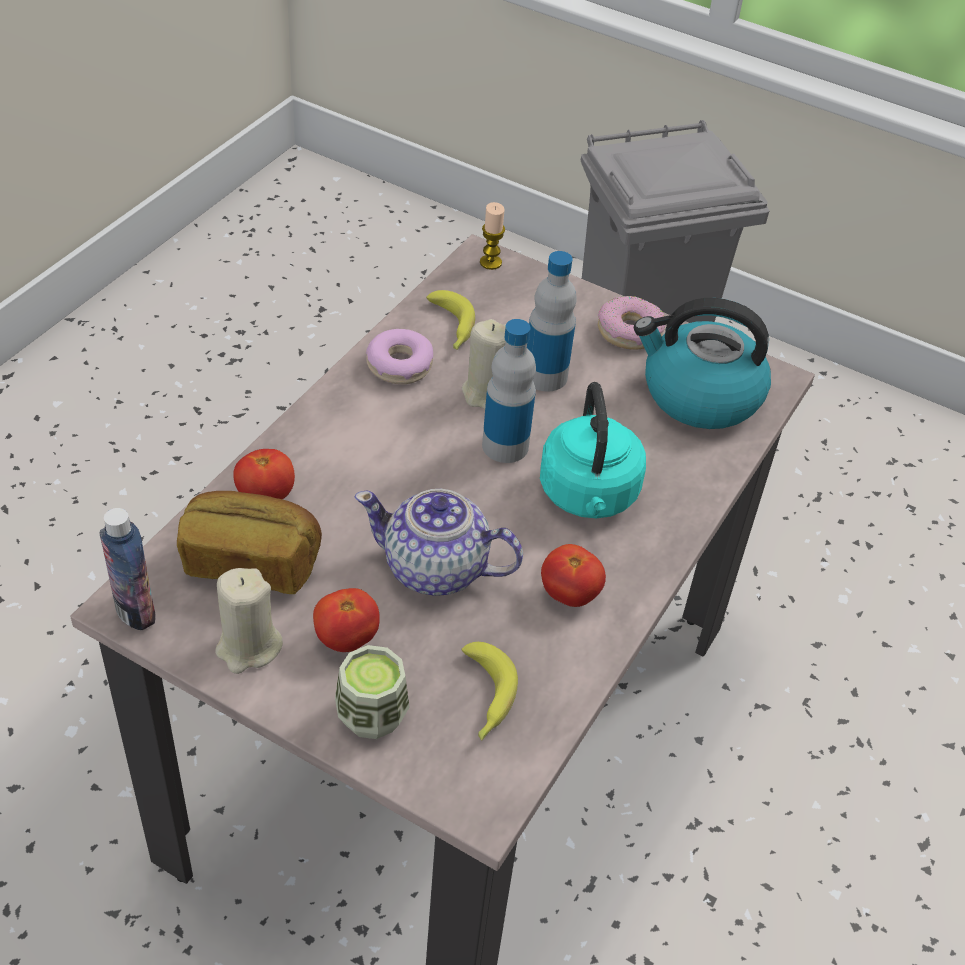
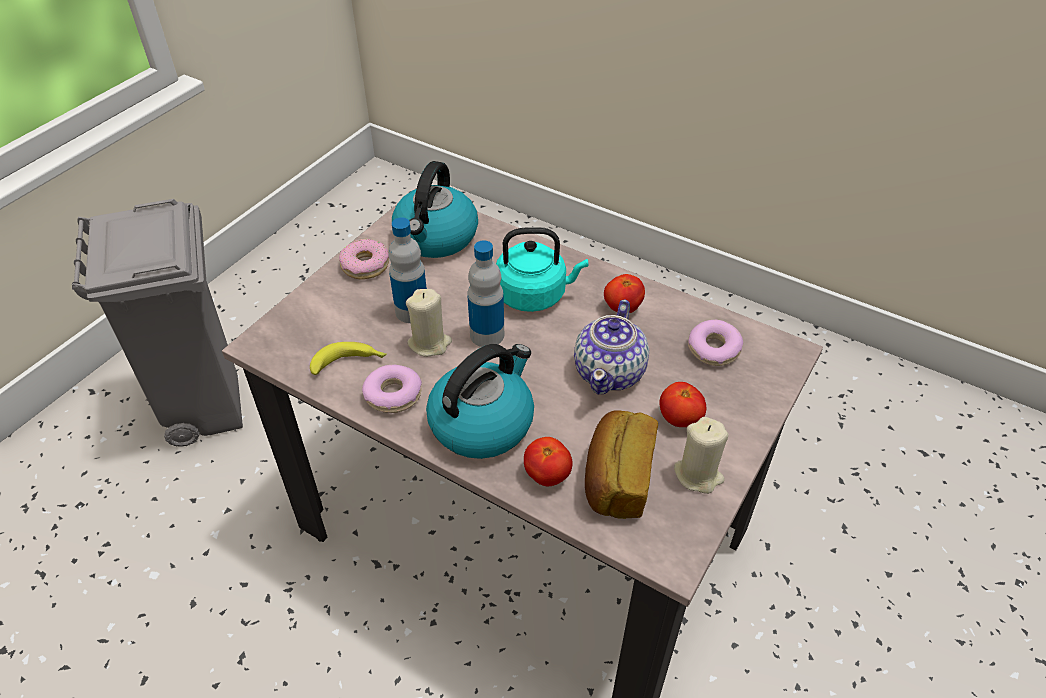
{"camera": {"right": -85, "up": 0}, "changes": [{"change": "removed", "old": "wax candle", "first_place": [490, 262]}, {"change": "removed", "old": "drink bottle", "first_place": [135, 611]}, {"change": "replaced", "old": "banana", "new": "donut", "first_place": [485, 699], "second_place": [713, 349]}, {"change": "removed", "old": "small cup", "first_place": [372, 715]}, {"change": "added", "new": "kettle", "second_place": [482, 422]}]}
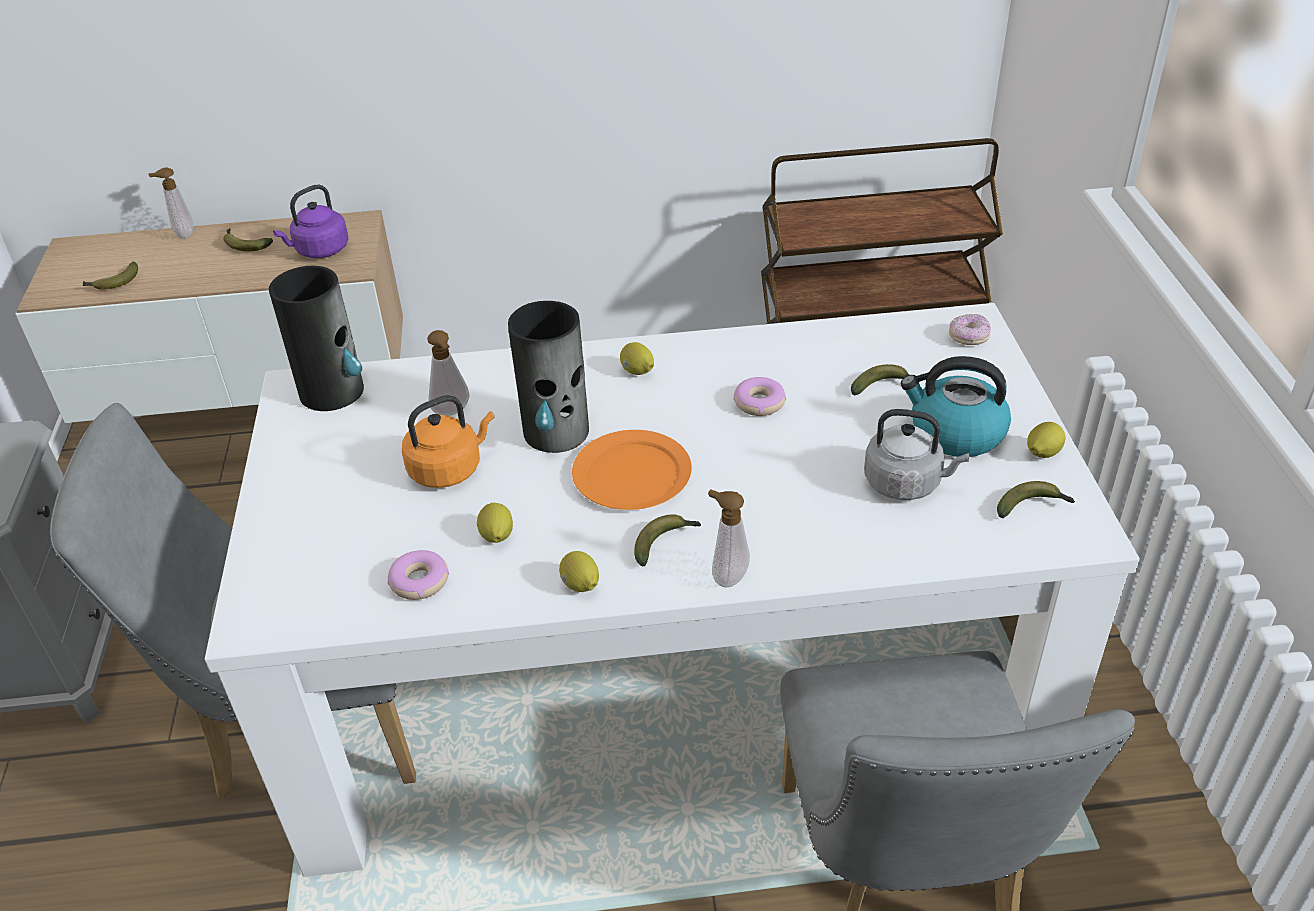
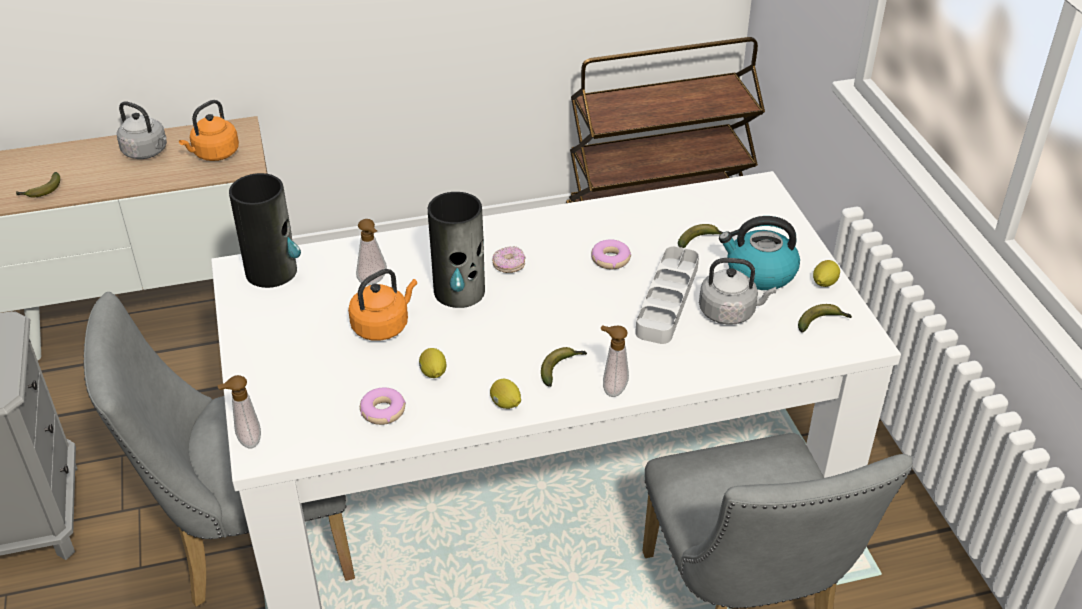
{"camera": {"right": -10, "up": 0}, "changes": [{"change": "moved", "old": "soap dispenser", "first_place": [182, 235], "second_place": [247, 441]}, {"change": "recoloured", "old": "kettle in purple-coloured", "new": "kettle in orangey", "first_place": [319, 251], "second_place": [214, 154]}, {"change": "replaced", "old": "banana", "new": "kettle in gray", "first_place": [245, 245], "second_place": [147, 152]}, {"change": "moved", "old": "donut", "first_place": [968, 338], "second_place": [509, 266]}, {"change": "removed", "old": "lemon", "first_place": [637, 372]}, {"change": "removed", "old": "dinner plate in orangey", "first_place": [632, 474]}, {"change": "added", "new": "tray in gray", "second_place": [667, 300]}]}
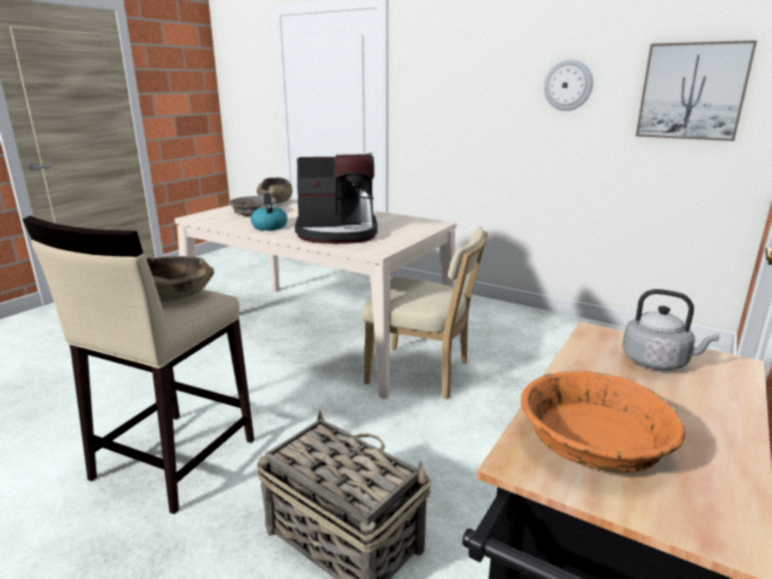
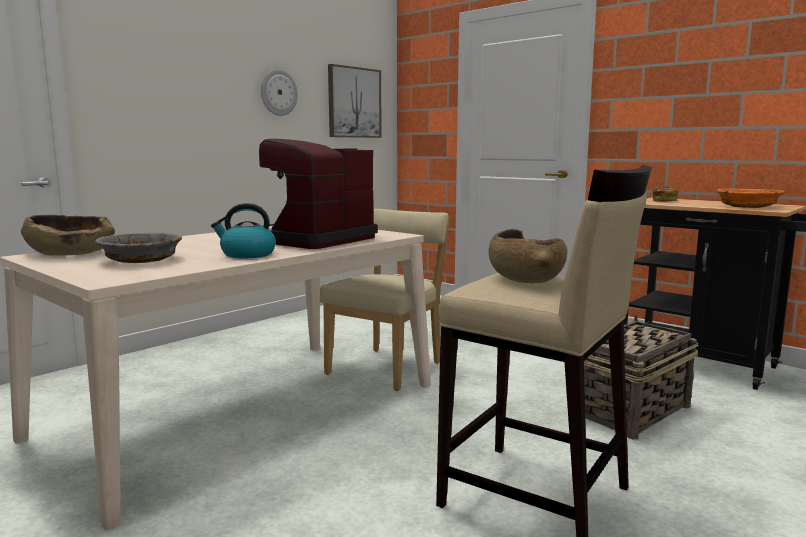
{"camera": {"right": -80, "up": -10}, "changes": [{"change": "turned", "old": "coffee maker", "first_place": [338, 233], "second_place": [315, 240], "degrees": -150}, {"change": "replaced", "old": "kettle in gray", "new": "bread", "first_place": [658, 362], "second_place": [664, 201]}]}
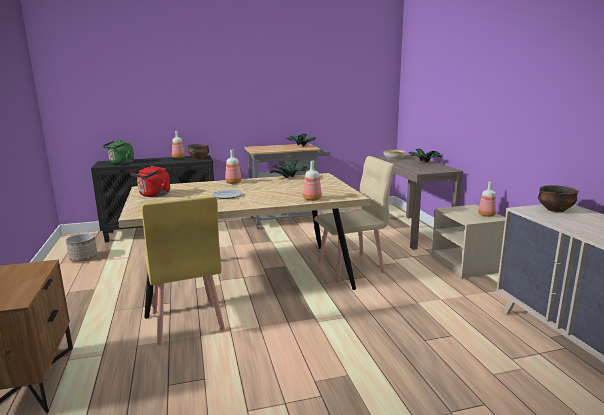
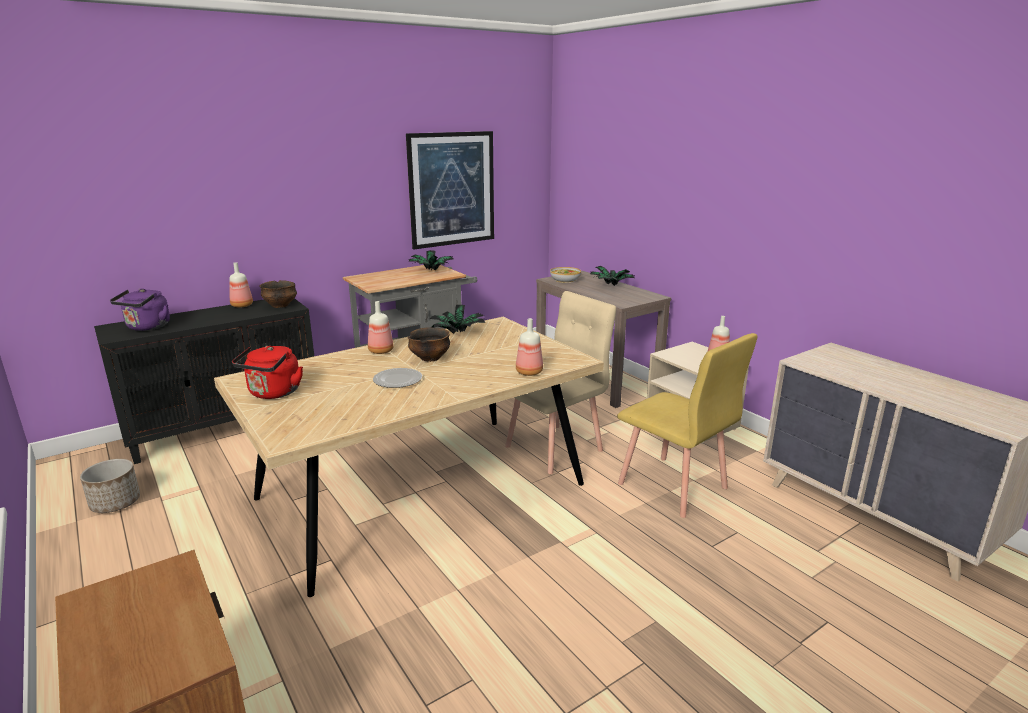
{"camera": {"right": -20, "up": 5}, "changes": [{"change": "recoloured", "old": "kettle in greenish", "new": "kettle in purple-coloured", "first_place": [120, 163], "second_place": [147, 327]}, {"change": "moved", "old": "deep dish", "first_place": [555, 210], "second_place": [430, 358]}, {"change": "moved", "old": "chair in yellow", "first_place": [186, 321], "second_place": [672, 486]}, {"change": "added", "new": "picture", "second_place": [452, 189]}]}
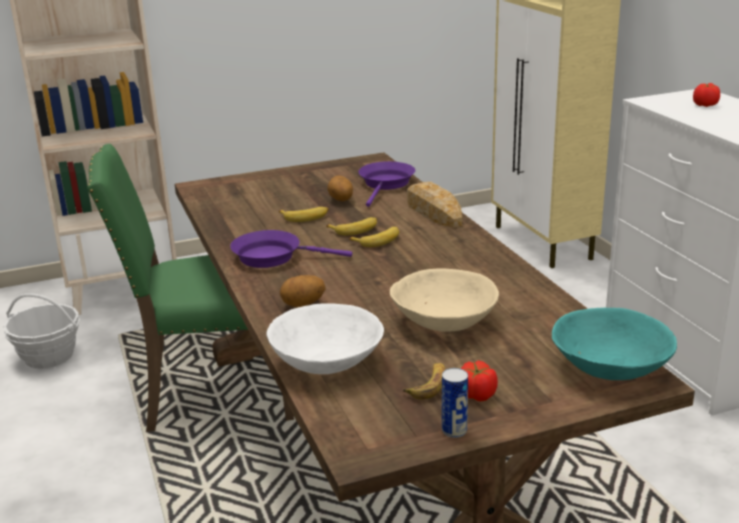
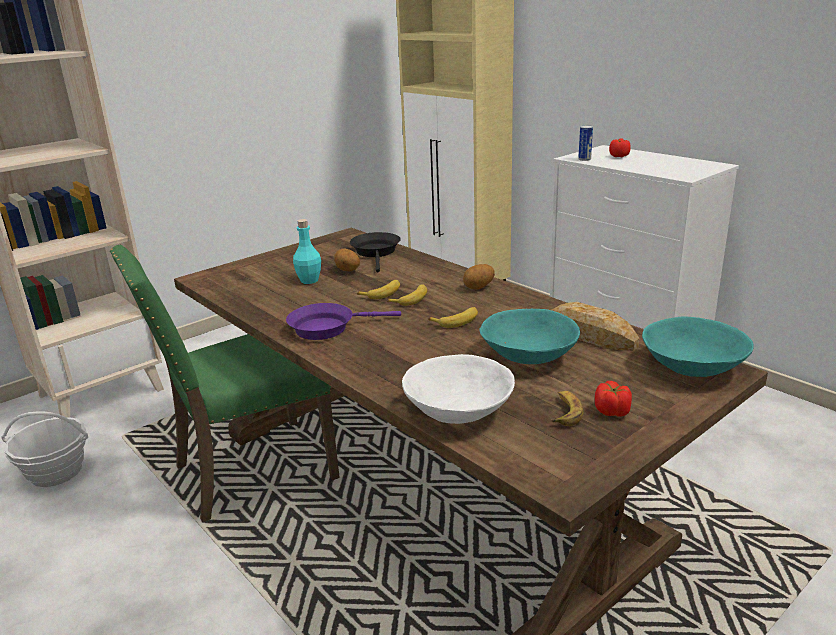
{"camera": {"right": -20, "up": 0}, "changes": [{"change": "recoloured", "old": "frying pan in purple-coloured", "new": "frying pan in black-coloured", "first_place": [386, 184], "second_place": [376, 252]}, {"change": "moved", "old": "bread", "first_place": [433, 212], "second_place": [589, 335]}, {"change": "moved", "old": "banana", "first_place": [305, 217], "second_place": [457, 321]}, {"change": "recoloured", "old": "deep dish in beige-coloured", "new": "deep dish in turquoise", "first_place": [443, 321], "second_place": [528, 356]}, {"change": "moved", "old": "whole potato", "first_place": [303, 305], "second_place": [479, 287]}, {"change": "moved", "old": "sealed can", "first_place": [454, 431], "second_place": [584, 159]}, {"change": "added", "new": "drink bottle in turquoise", "second_place": [309, 280]}]}
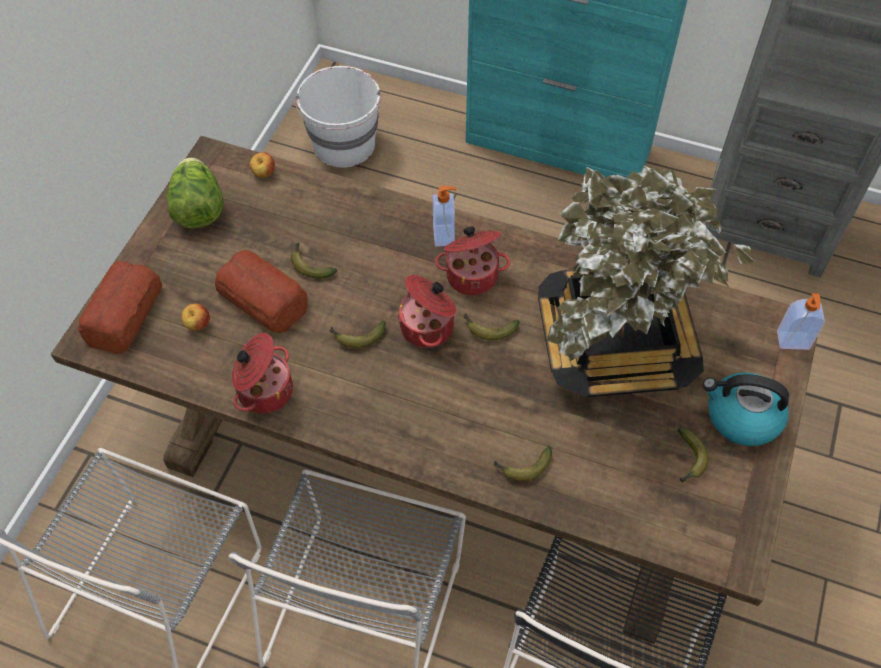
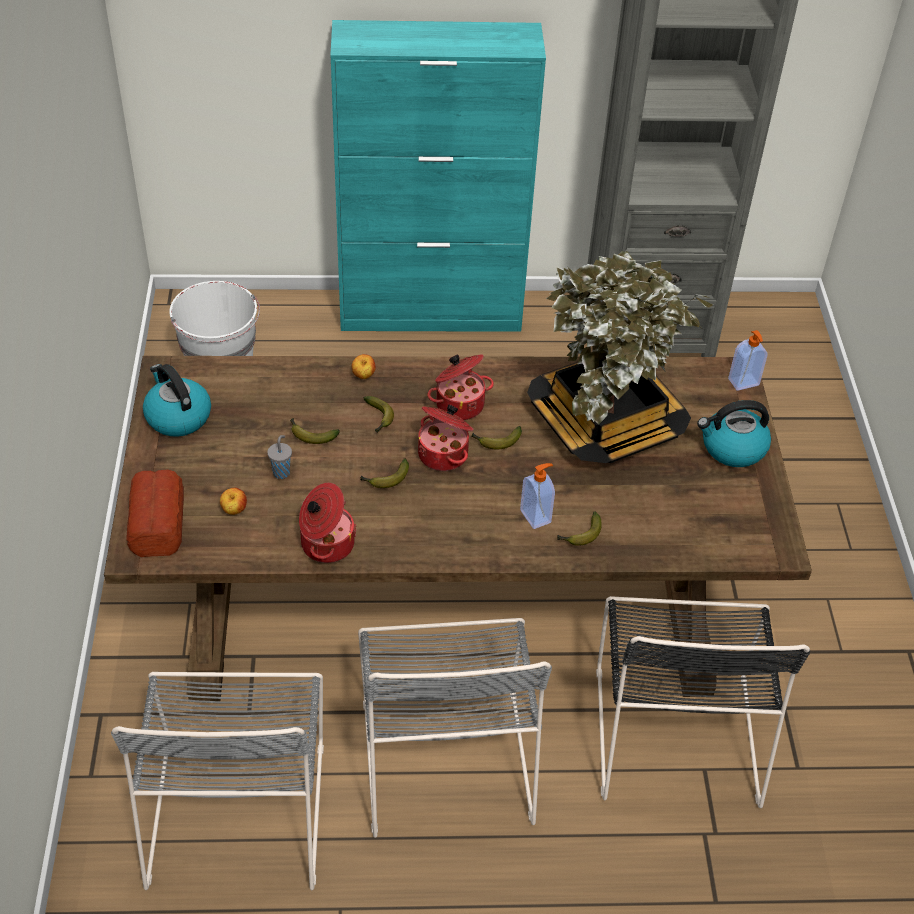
{"camera": {"right": -25, "up": -10}, "changes": [{"change": "moved", "old": "apple fruit", "first_place": [264, 174], "second_place": [363, 376]}, {"change": "replaced", "old": "lettuce head", "new": "kettle", "first_place": [198, 208], "second_place": [177, 416]}, {"change": "moved", "old": "soap dispenser", "first_place": [444, 235], "second_place": [536, 516]}, {"change": "replaced", "old": "bread", "new": "small cup in gray", "first_place": [262, 297], "second_place": [282, 472]}, {"change": "moved", "old": "banana", "first_place": [688, 460], "second_place": [378, 418]}]}
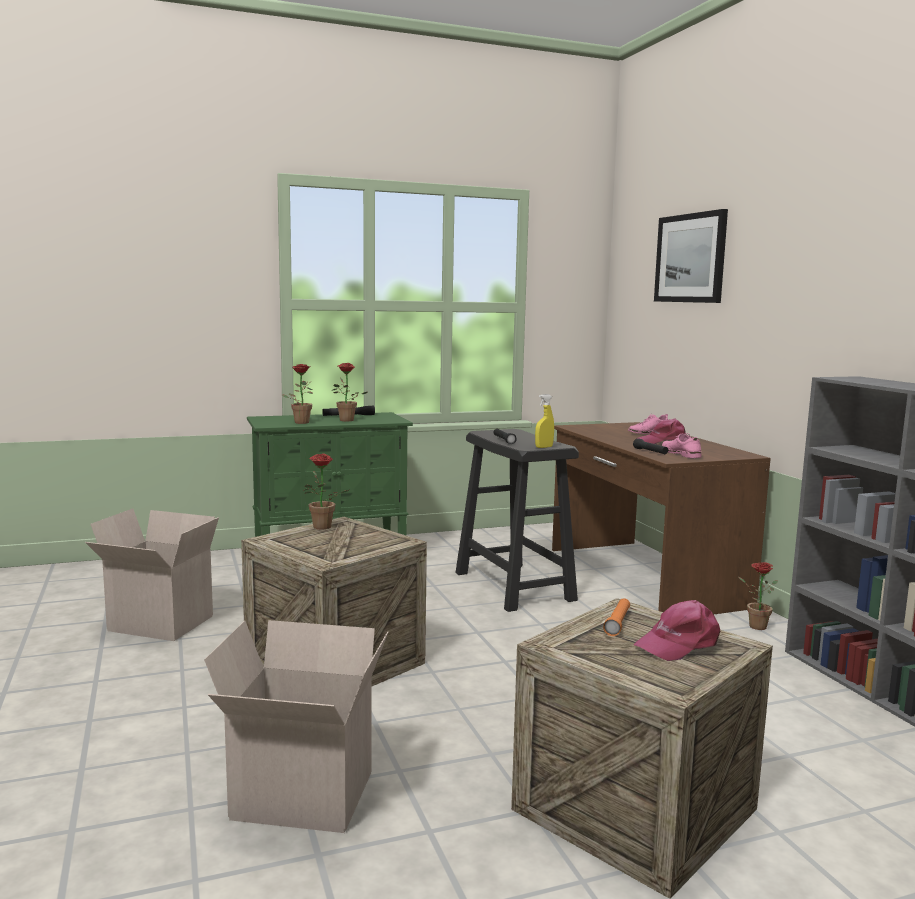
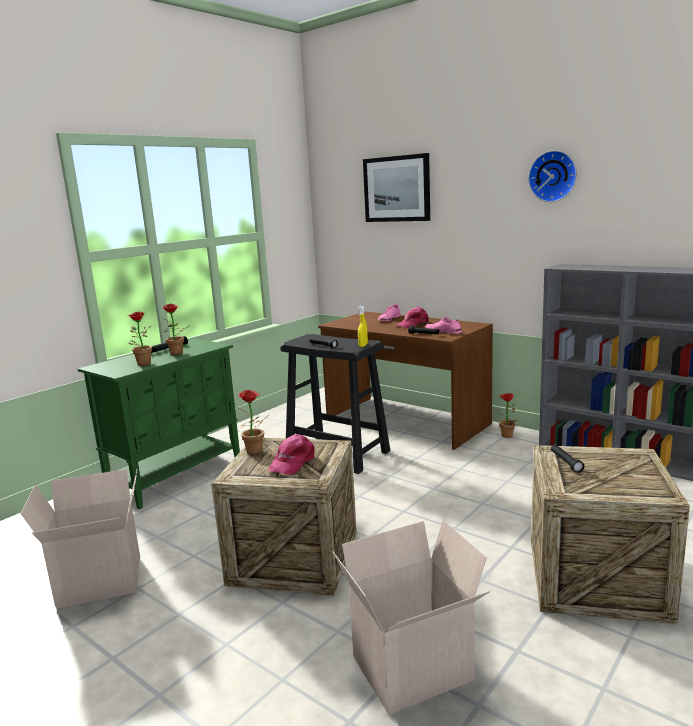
{"camera": {"right": -30, "up": 5}, "changes": [{"change": "recoloured", "old": "hand torch in orangey", "new": "hand torch in black-coloured", "first_place": [617, 623], "second_place": [565, 462]}, {"change": "moved", "old": "peaked cap in pink", "first_place": [679, 644], "second_place": [292, 462]}, {"change": "added", "new": "hanging clock", "second_place": [553, 176]}]}
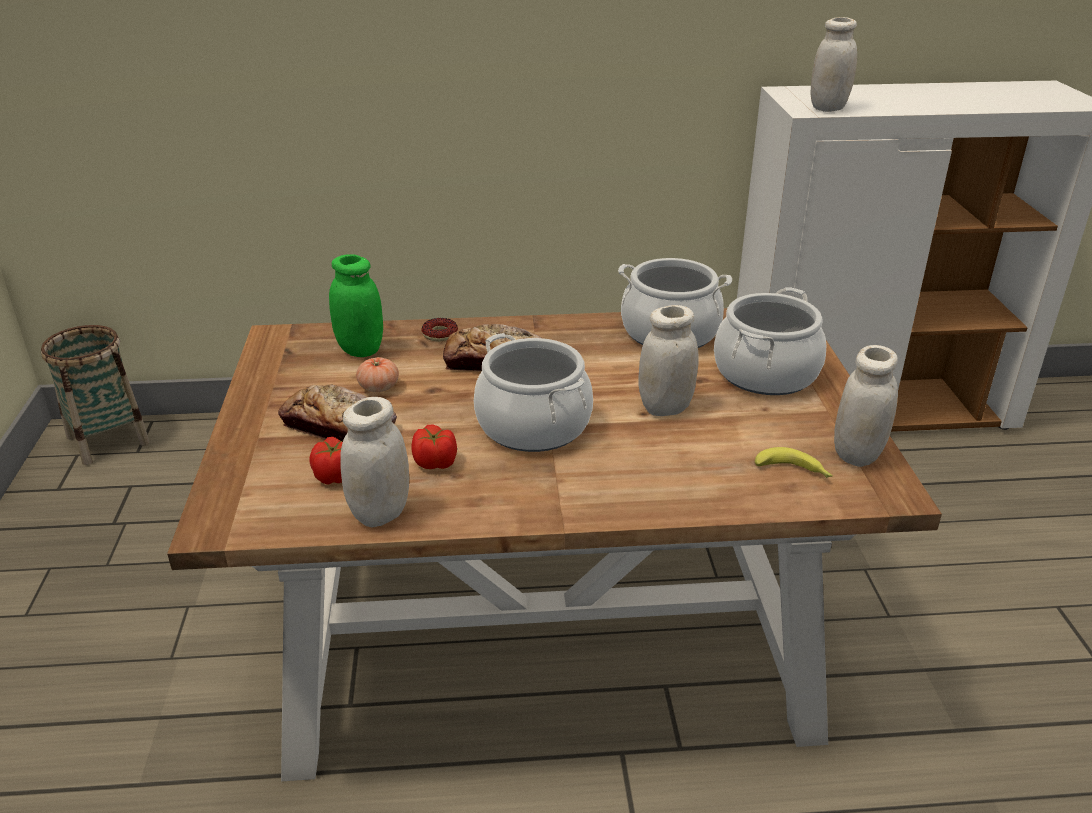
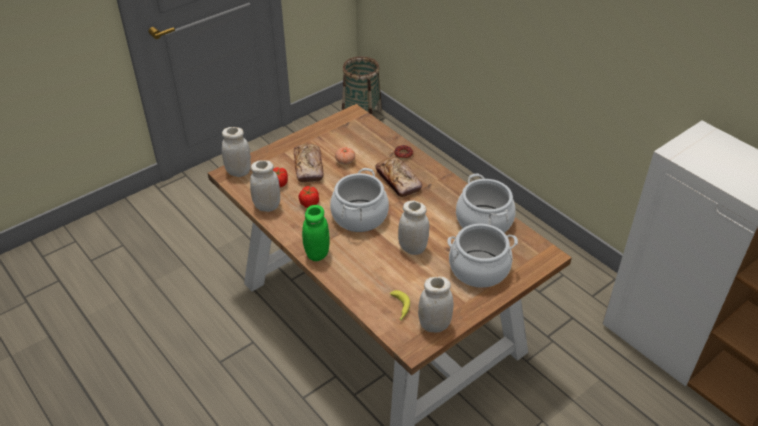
{"camera": {"right": 55, "up": 10}, "changes": [{"change": "moved", "old": "jar in white", "first_place": [828, 108], "second_place": [238, 172]}, {"change": "moved", "old": "jar in greenish", "first_place": [360, 349], "second_place": [317, 253]}]}
